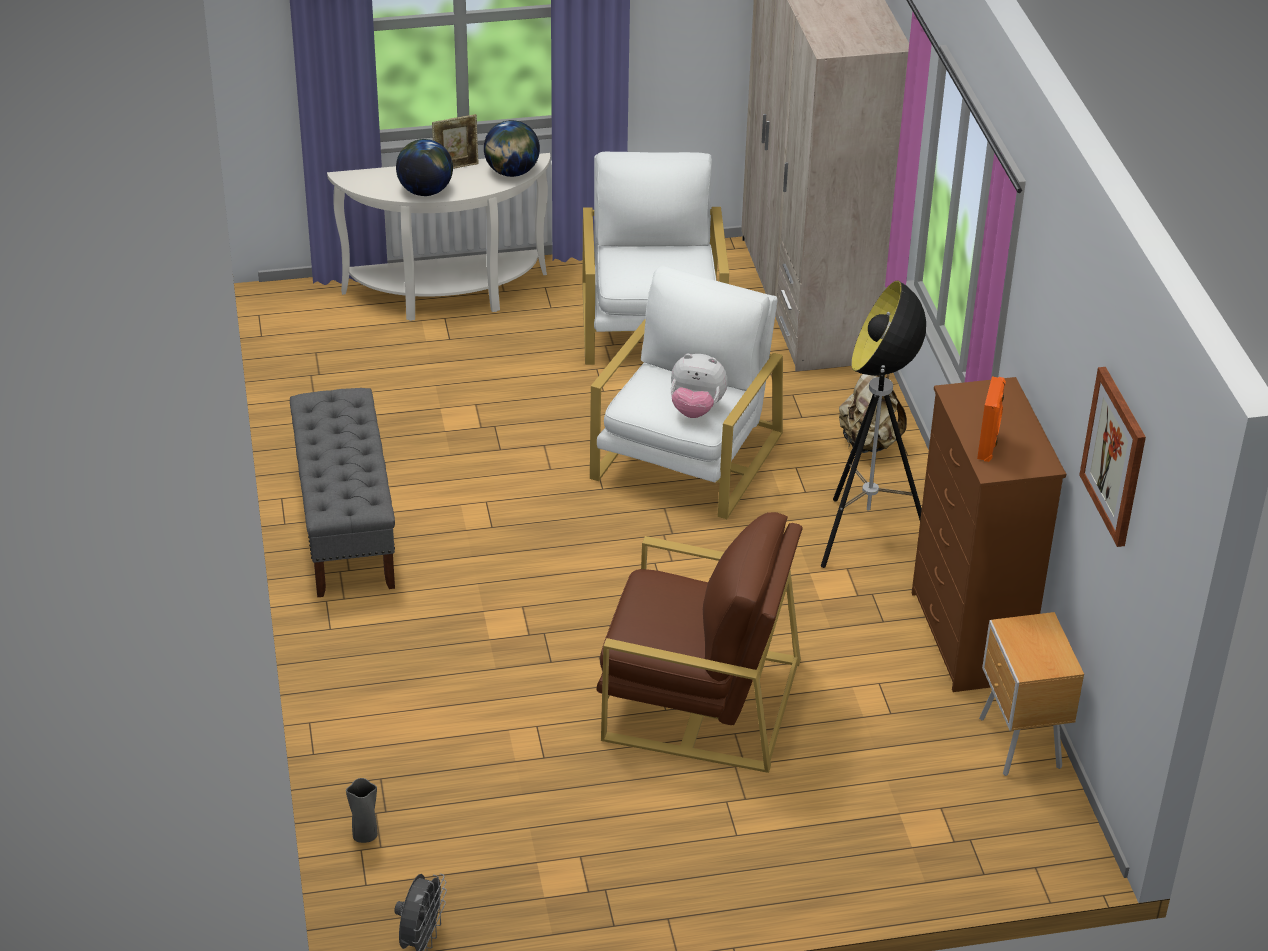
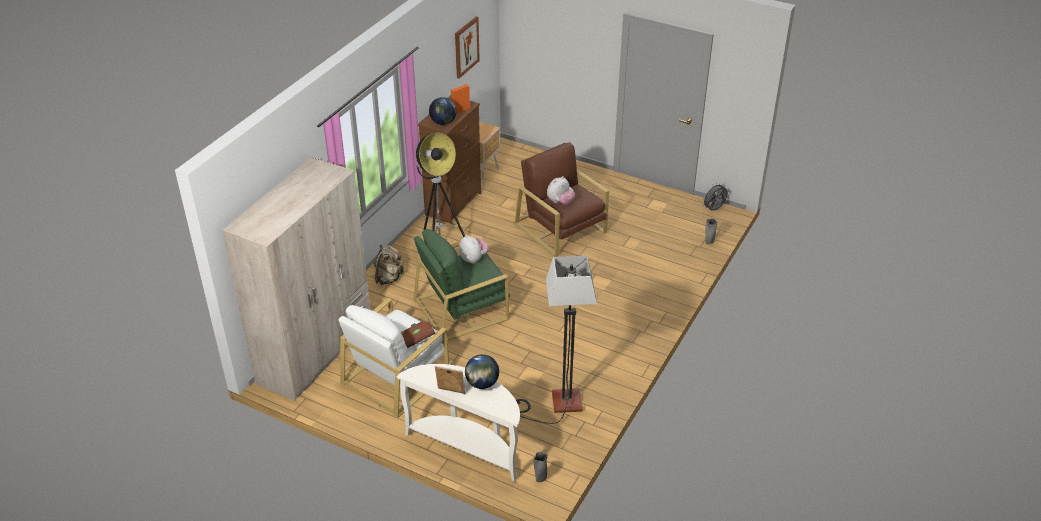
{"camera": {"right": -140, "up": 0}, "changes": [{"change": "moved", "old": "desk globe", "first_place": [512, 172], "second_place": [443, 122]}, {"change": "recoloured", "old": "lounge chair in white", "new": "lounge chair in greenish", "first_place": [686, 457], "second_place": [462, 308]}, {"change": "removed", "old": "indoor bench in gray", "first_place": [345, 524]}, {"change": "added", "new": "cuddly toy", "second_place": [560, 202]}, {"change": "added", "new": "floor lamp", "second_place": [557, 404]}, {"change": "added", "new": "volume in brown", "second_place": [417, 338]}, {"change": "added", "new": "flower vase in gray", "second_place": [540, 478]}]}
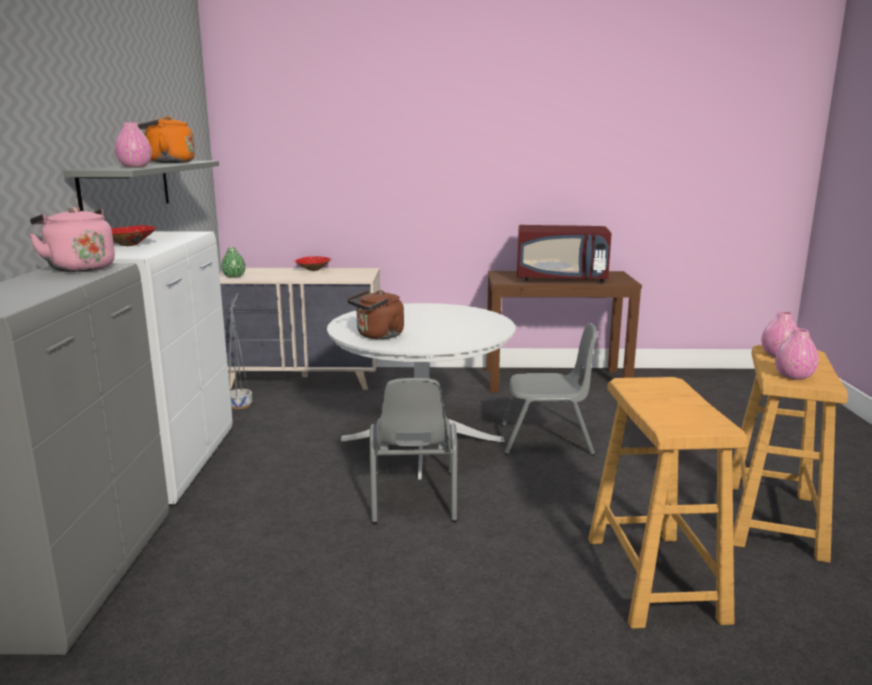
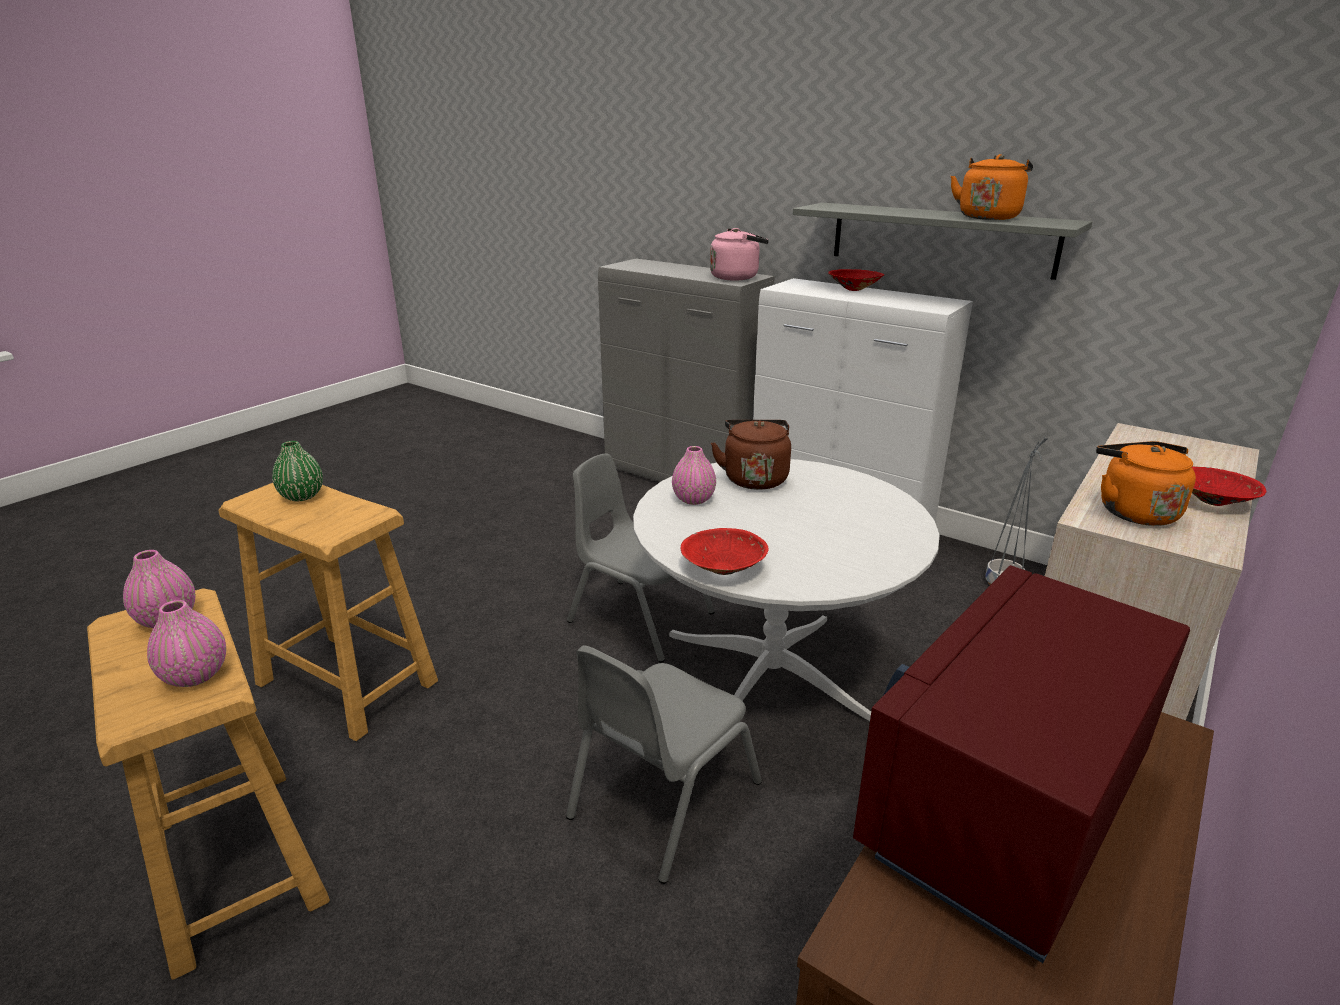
{"camera": {"right": 125, "up": 10}, "changes": [{"change": "moved", "old": "flower vase in pink", "first_place": [135, 166], "second_place": [693, 499]}, {"change": "moved", "old": "flower vase in greenish", "first_place": [234, 276], "second_place": [302, 496]}, {"change": "added", "new": "kettle in orangey", "second_place": [1133, 511]}, {"change": "added", "new": "deep dish in red", "second_place": [722, 568]}]}
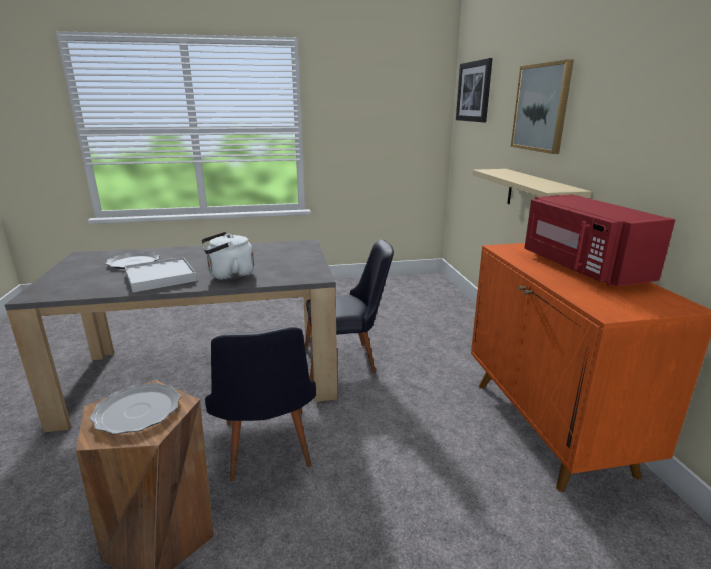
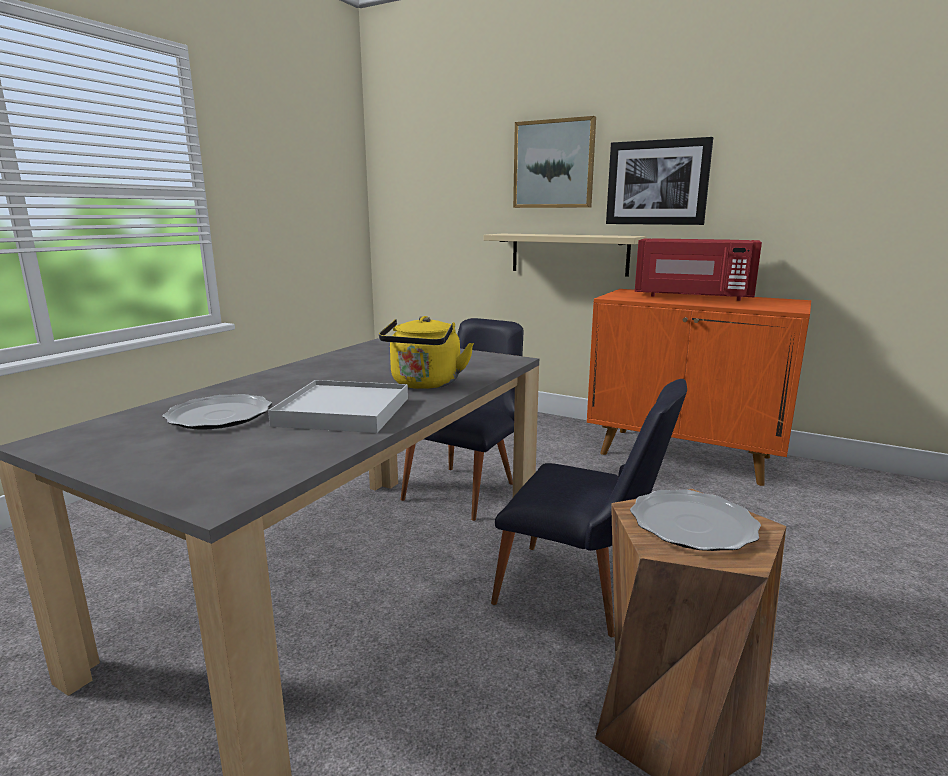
{"camera": {"right": -50, "up": -5}, "changes": [{"change": "moved", "old": "picture", "first_place": [474, 91], "second_place": [657, 183]}, {"change": "recoloured", "old": "kettle in white", "new": "kettle in yellow", "first_place": [229, 276], "second_place": [425, 384]}]}
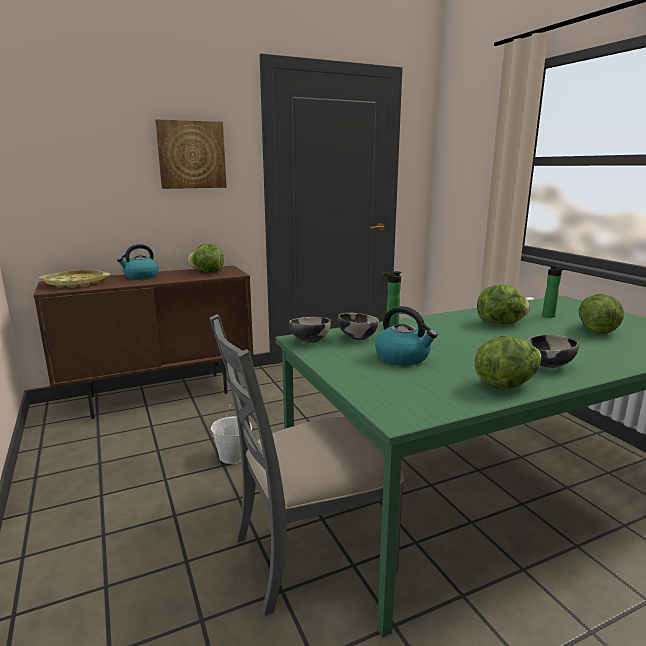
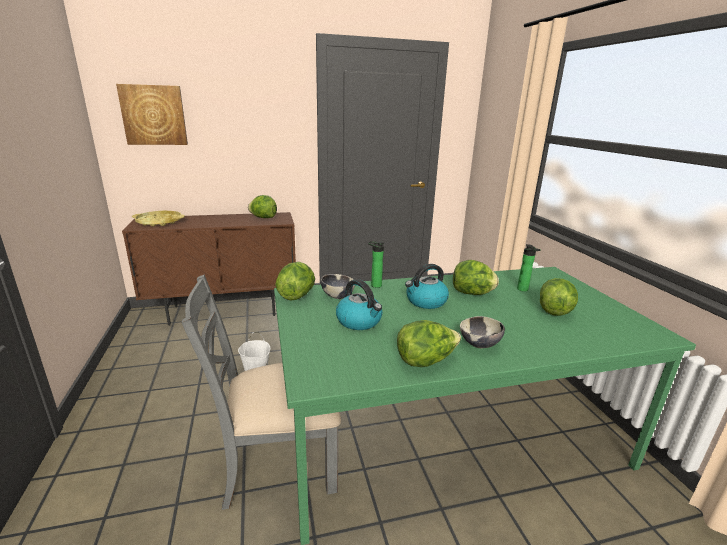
{"camera": {"right": 10, "up": 5}, "changes": [{"change": "moved", "old": "picture", "first_place": [191, 155], "second_place": [154, 115]}, {"change": "moved", "old": "kettle", "first_place": [141, 276], "second_place": [425, 301]}, {"change": "replaced", "old": "deep dish", "new": "lettuce head", "first_place": [309, 341], "second_place": [297, 295]}]}
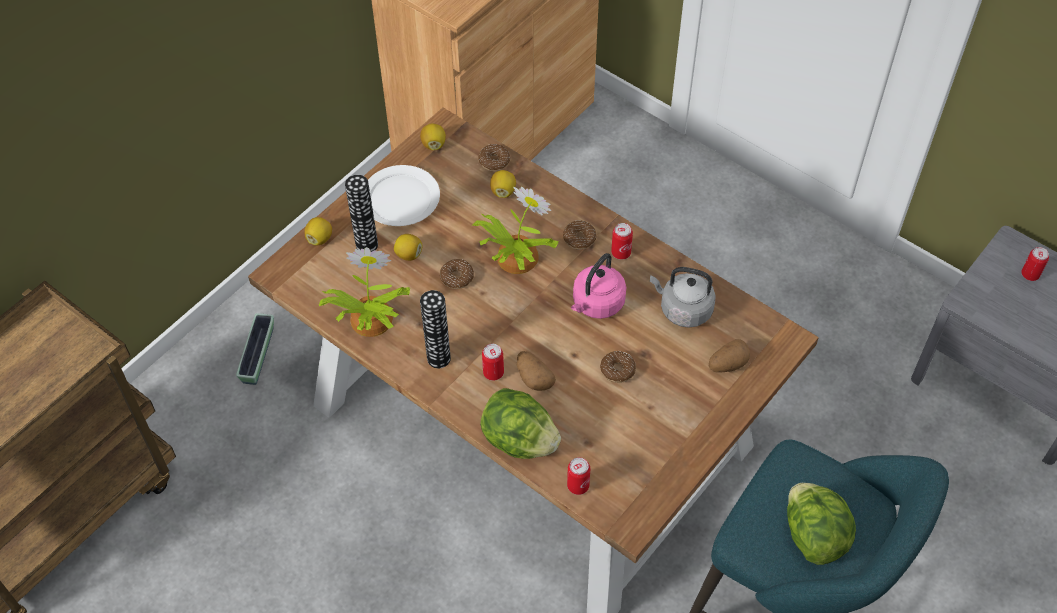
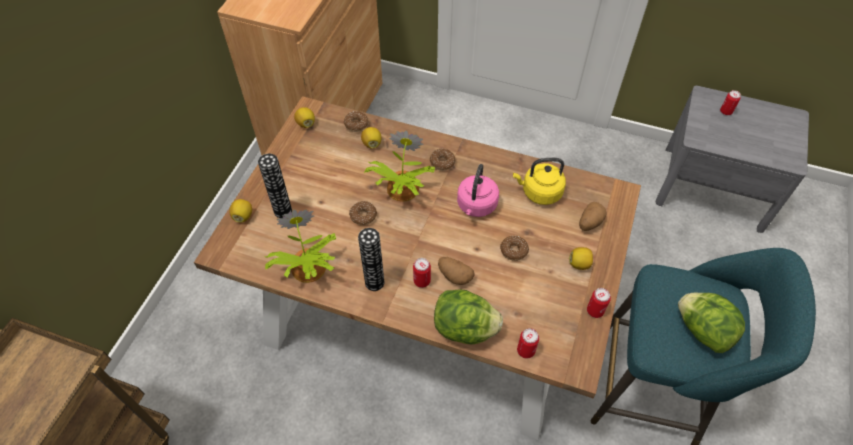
{"camera": {"right": -20, "up": 0}, "changes": [{"change": "removed", "old": "dinner plate in white", "first_place": [401, 198]}, {"change": "moved", "old": "sealed can", "first_place": [621, 253], "second_place": [595, 311]}, {"change": "moved", "old": "lemon", "first_place": [409, 254], "second_place": [579, 264]}, {"change": "recoloured", "old": "kettle in gray", "new": "kettle in yellow", "first_place": [683, 309], "second_place": [539, 192]}, {"change": "removed", "old": "planter", "first_place": [258, 355]}]}
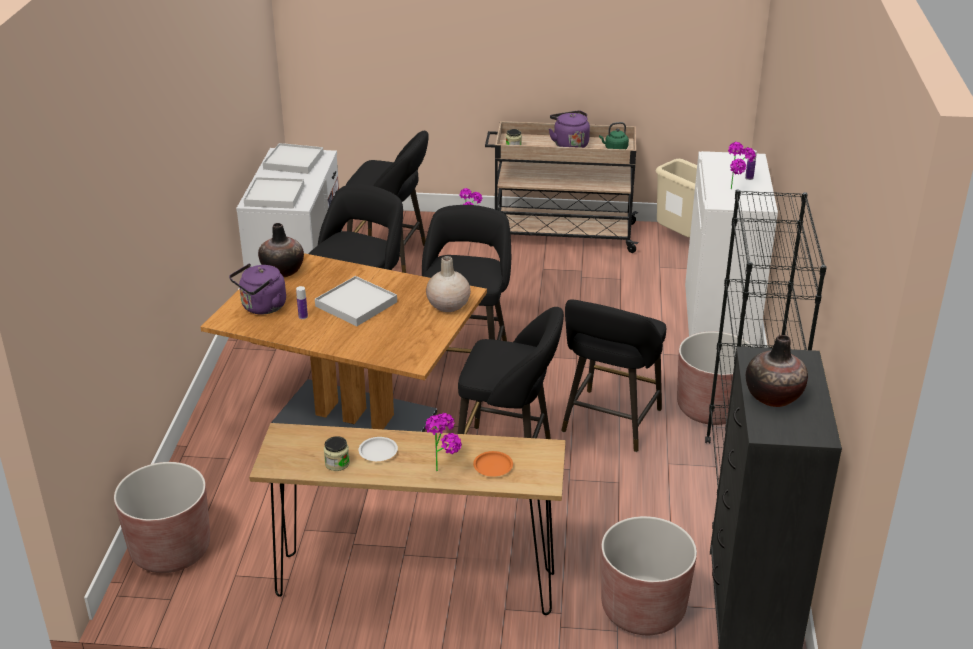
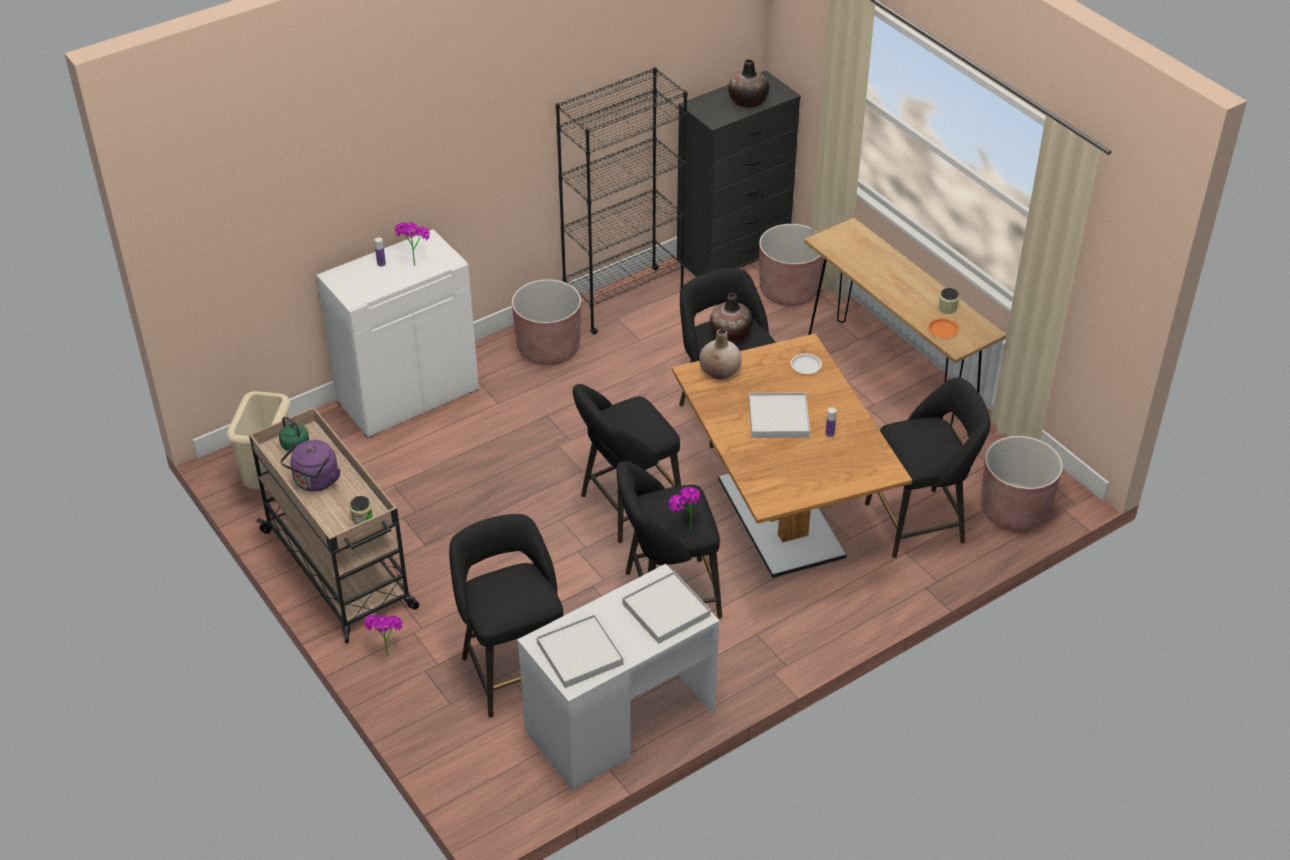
{"camera": {"right": -130, "up": 10}, "changes": [{"change": "moved", "old": "flower vase", "first_place": [282, 271], "second_place": [730, 334]}, {"change": "removed", "old": "kettle in purple-coloured", "first_place": [262, 307]}, {"change": "moved", "old": "sitting stool in black-coloured", "first_place": [609, 424], "second_place": [920, 522]}, {"change": "moved", "old": "potted plant", "first_place": [444, 468], "second_place": [683, 527]}, {"change": "moved", "old": "dinner plate in white", "first_place": [378, 451], "second_place": [805, 366]}, {"change": "moved", "old": "dinner plate in orangey", "first_place": [493, 466], "second_place": [943, 330]}]}
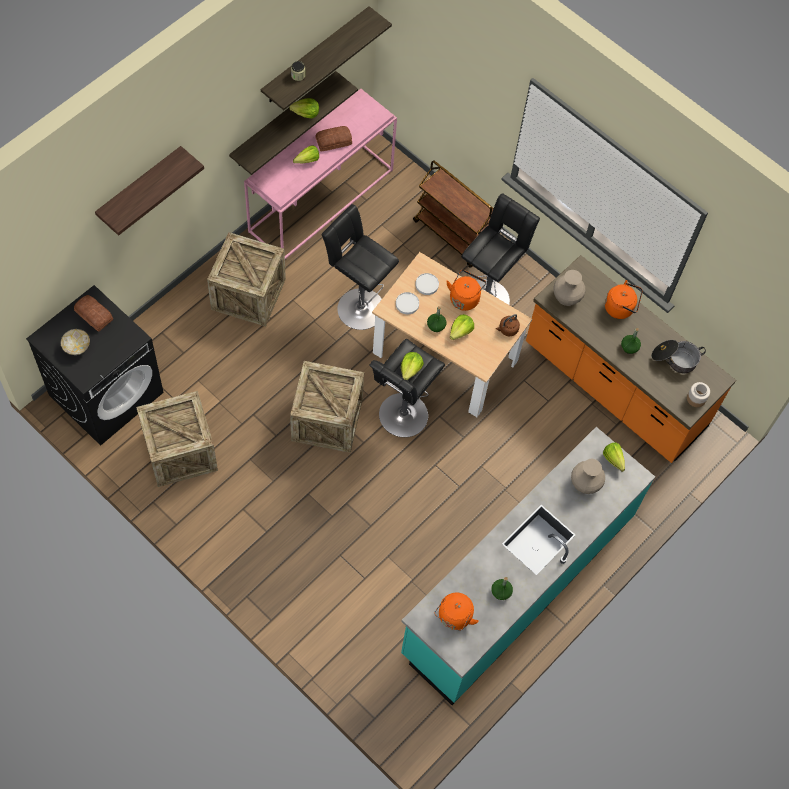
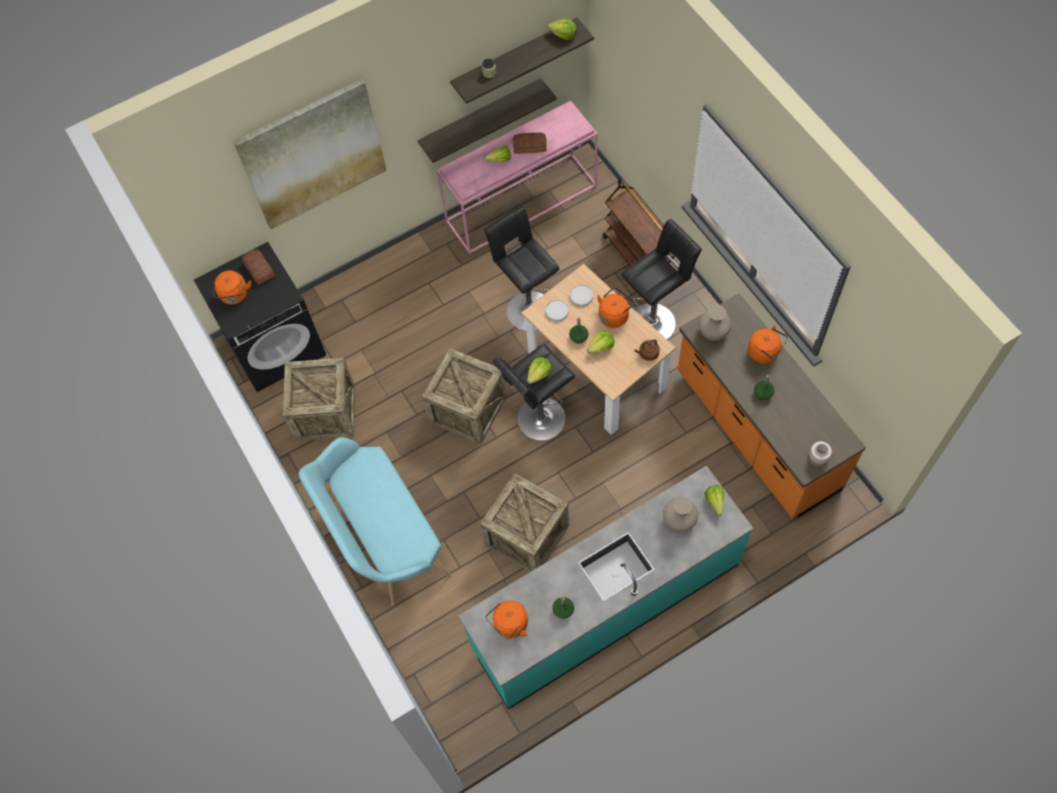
{"camera": {"right": 25, "up": 0}, "changes": [{"change": "moved", "old": "lettuce head", "first_place": [306, 114], "second_place": [563, 35]}, {"change": "replaced", "old": "wall shelf", "new": "picture", "first_place": [140, 187], "second_place": [313, 154]}, {"change": "moved", "old": "packing crate", "first_place": [248, 294], "second_place": [527, 535]}, {"change": "replaced", "old": "deep dish", "new": "kettle in orangey", "first_place": [77, 347], "second_place": [235, 296]}, {"change": "removed", "old": "stockpot", "first_place": [675, 359]}, {"change": "added", "new": "indoor bench in turquoise", "second_place": [383, 538]}]}
